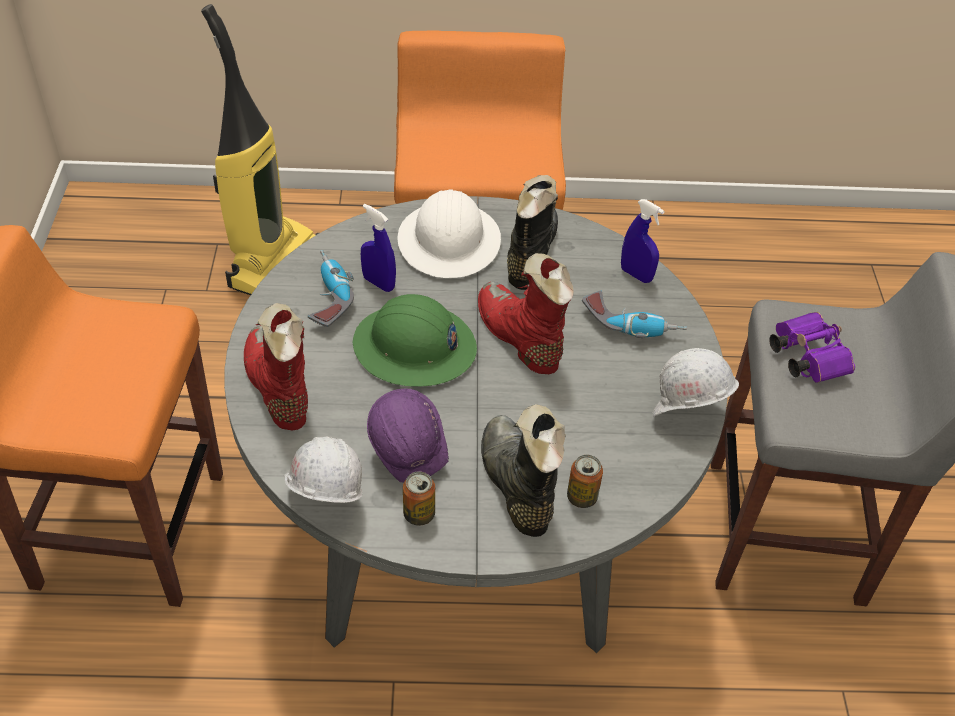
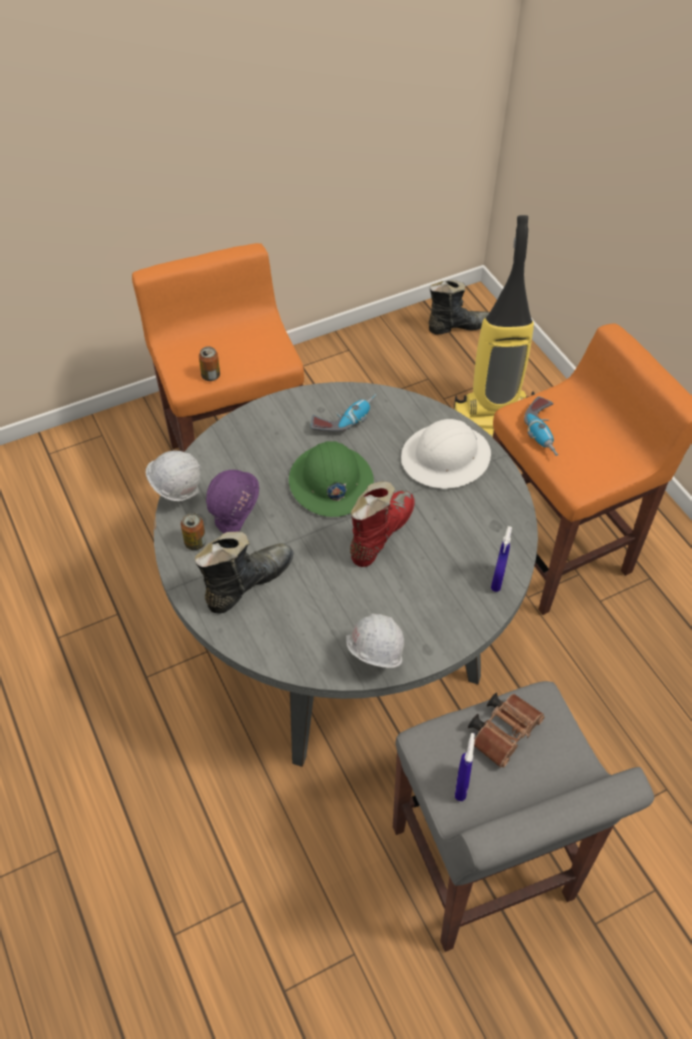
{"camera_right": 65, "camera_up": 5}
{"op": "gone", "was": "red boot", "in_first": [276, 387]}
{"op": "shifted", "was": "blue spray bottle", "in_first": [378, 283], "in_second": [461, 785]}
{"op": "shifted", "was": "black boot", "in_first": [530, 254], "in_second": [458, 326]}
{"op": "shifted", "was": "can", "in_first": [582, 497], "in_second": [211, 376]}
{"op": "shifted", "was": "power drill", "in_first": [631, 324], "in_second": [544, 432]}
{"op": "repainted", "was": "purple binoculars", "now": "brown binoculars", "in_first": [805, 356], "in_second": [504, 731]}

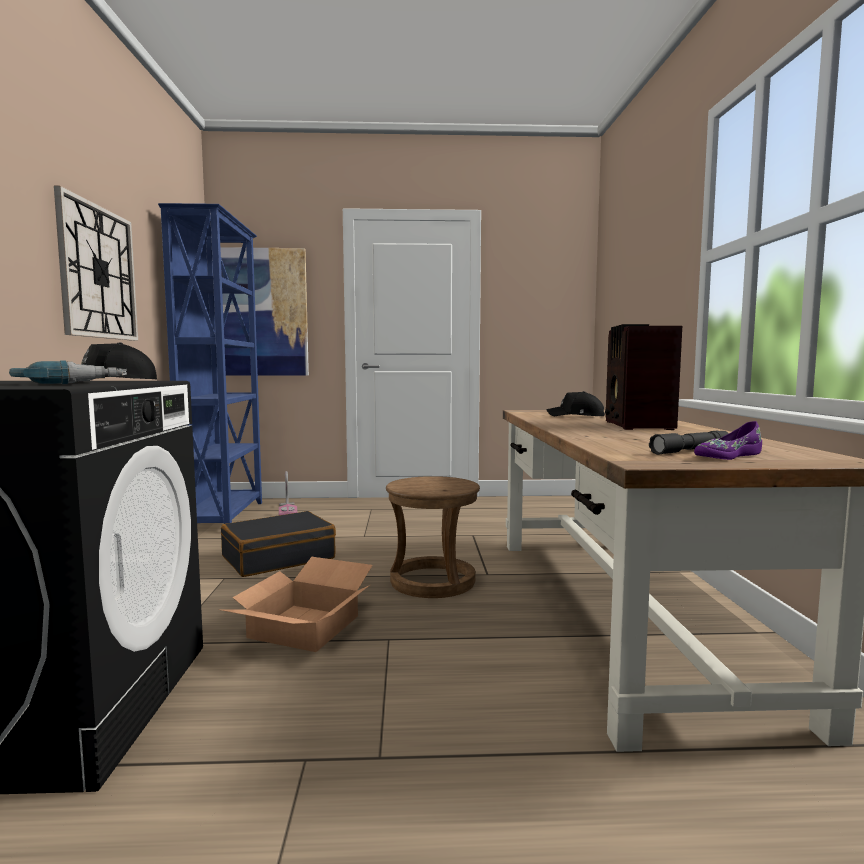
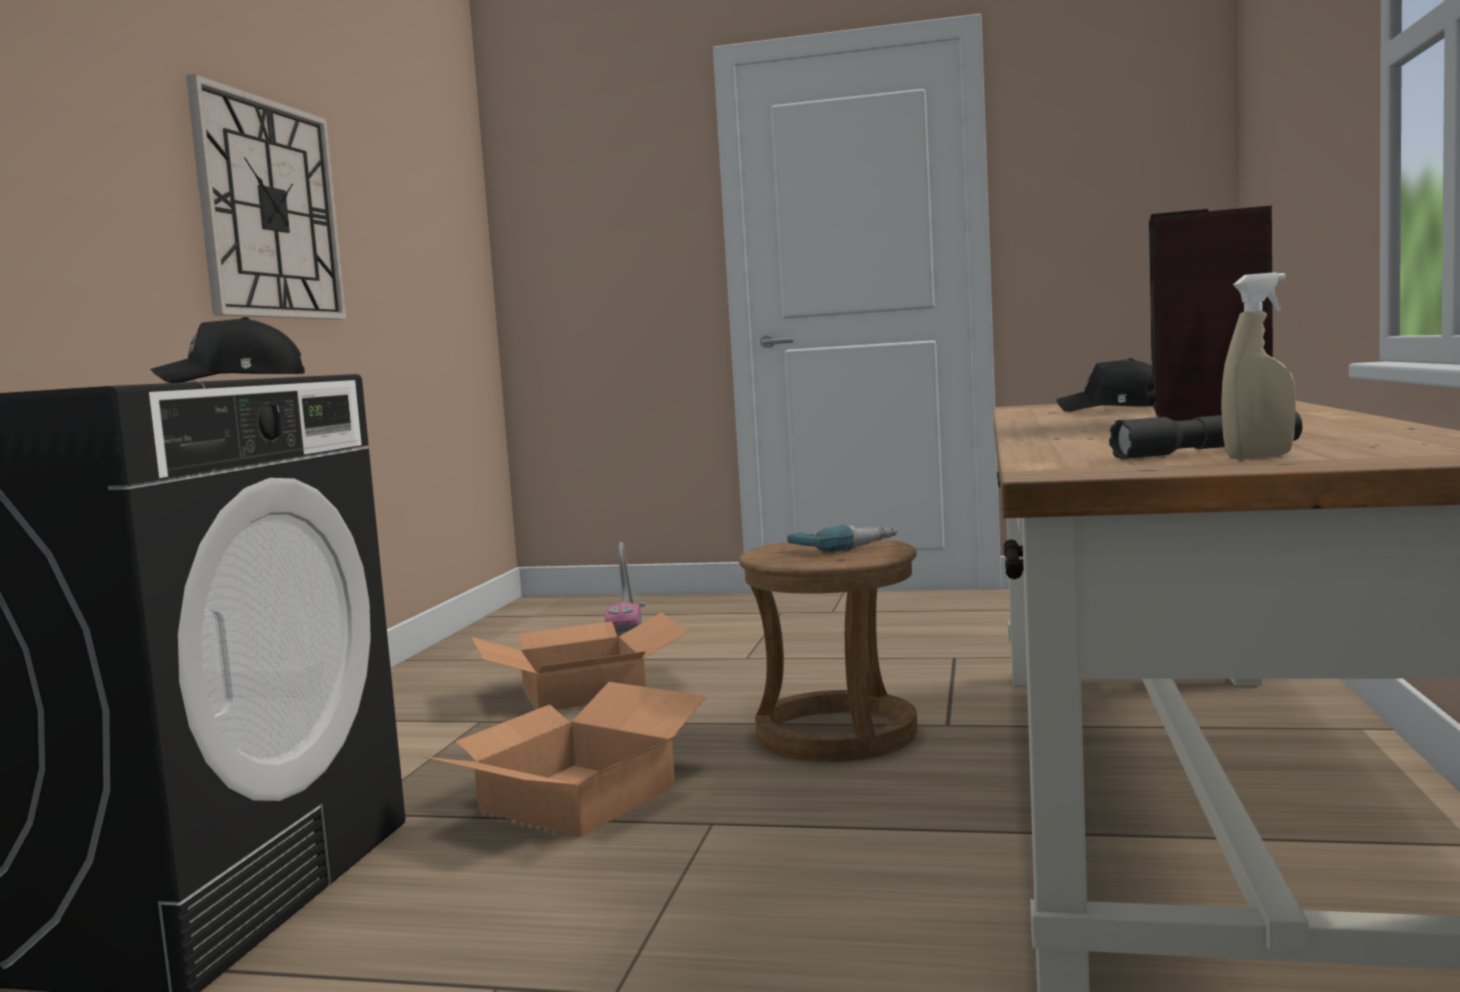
{"camera_right": 15, "camera_up": 0}
{"op": "gone", "was": "blue bookcase", "in_first": [225, 516]}
{"op": "gone", "was": "picture", "in_first": [265, 312]}
{"op": "shifted", "was": "power drill", "in_first": [69, 383], "in_second": [842, 547]}
{"op": "swapped", "was": "black suitcase", "now": "cardboard box", "in_first": [278, 557], "in_second": [581, 691]}
{"op": "swapped", "was": "purple shoe", "now": "beige spray bottle", "in_first": [726, 456], "in_second": [1259, 456]}

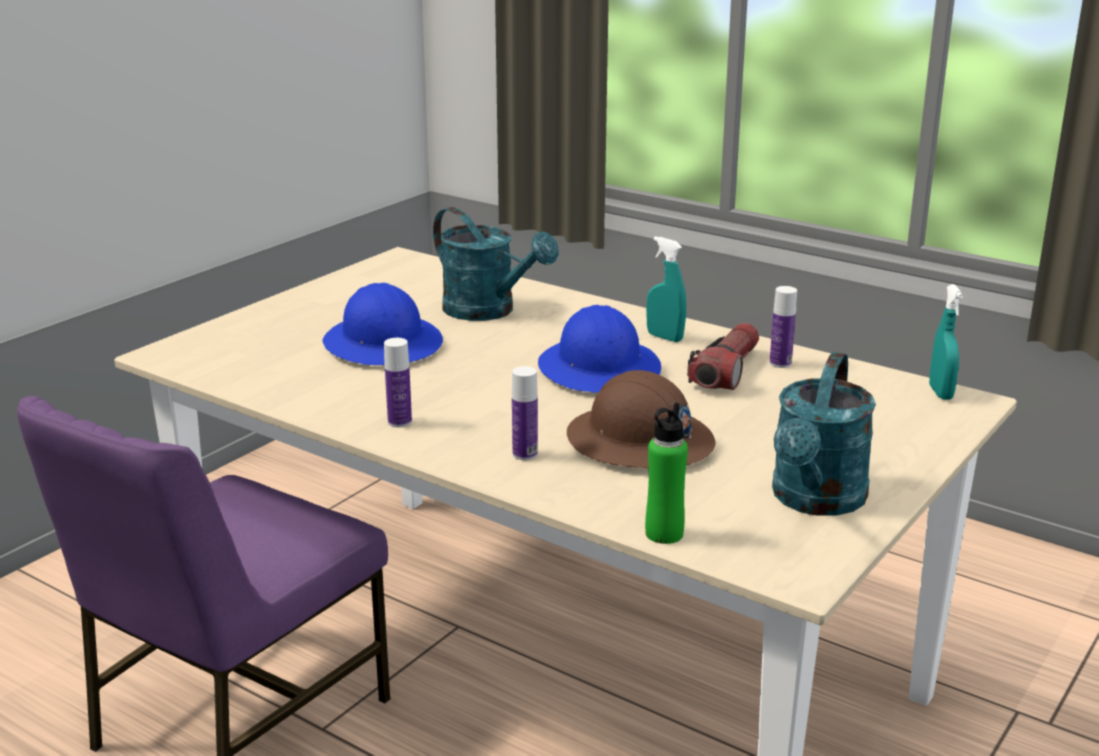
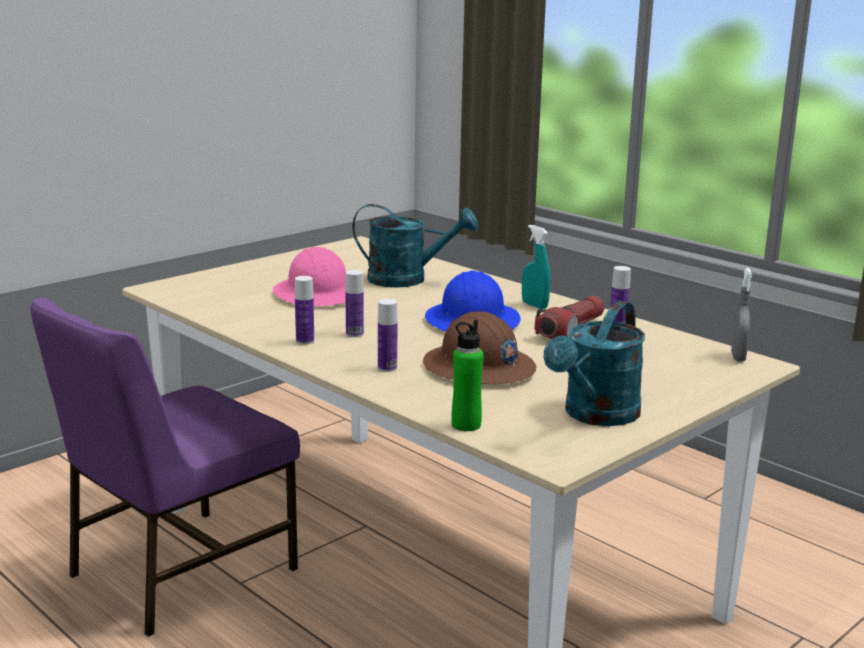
{"camera_right": 10, "camera_up": -5}
{"op": "new", "now": "bottle", "in_second": [354, 334]}
{"op": "repainted", "was": "blue hard hat", "now": "pink hard hat", "in_first": [383, 344], "in_second": [318, 294]}
{"op": "repainted", "was": "turquoise spray bottle", "now": "grey spray bottle", "in_first": [940, 393], "in_second": [738, 357]}
{"op": "rotated", "was": "turquoise watering can", "in_first": [489, 311], "in_second": [408, 280], "clockwise": -45}

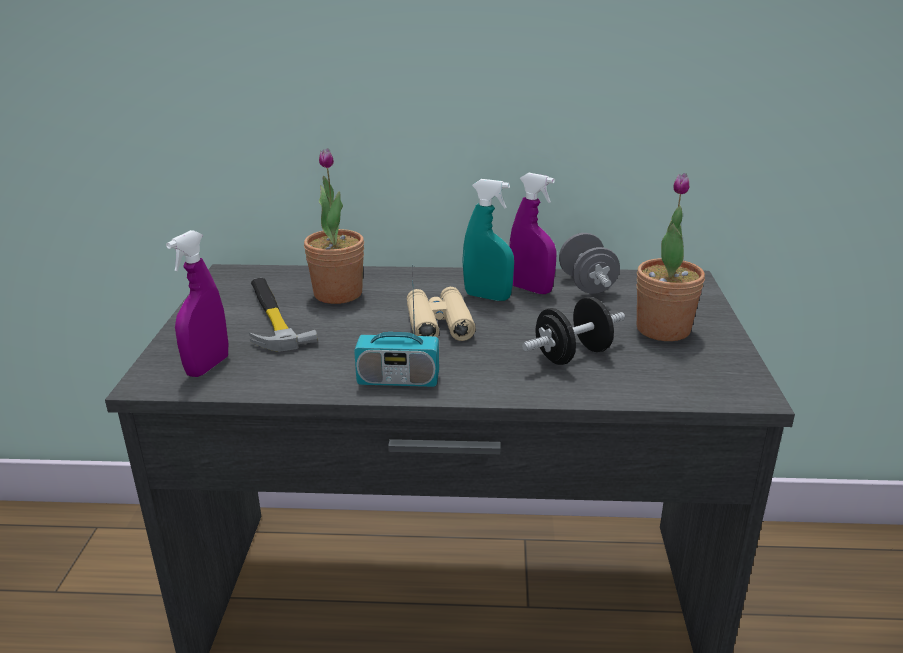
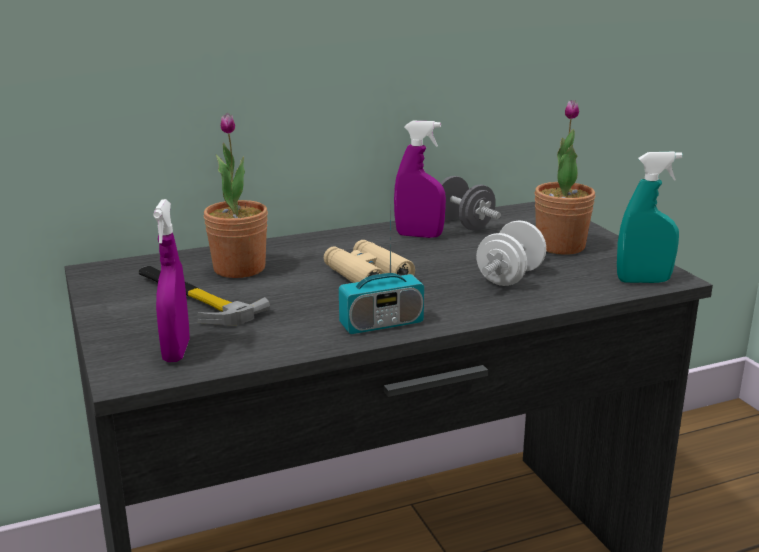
{"camera_right": -25, "camera_up": -5}
{"op": "shifted", "was": "turquoise spray bottle", "in_first": [487, 297], "in_second": [643, 281]}
{"op": "repainted", "was": "black dumbbell", "now": "white dumbbell", "in_first": [572, 355], "in_second": [510, 277]}

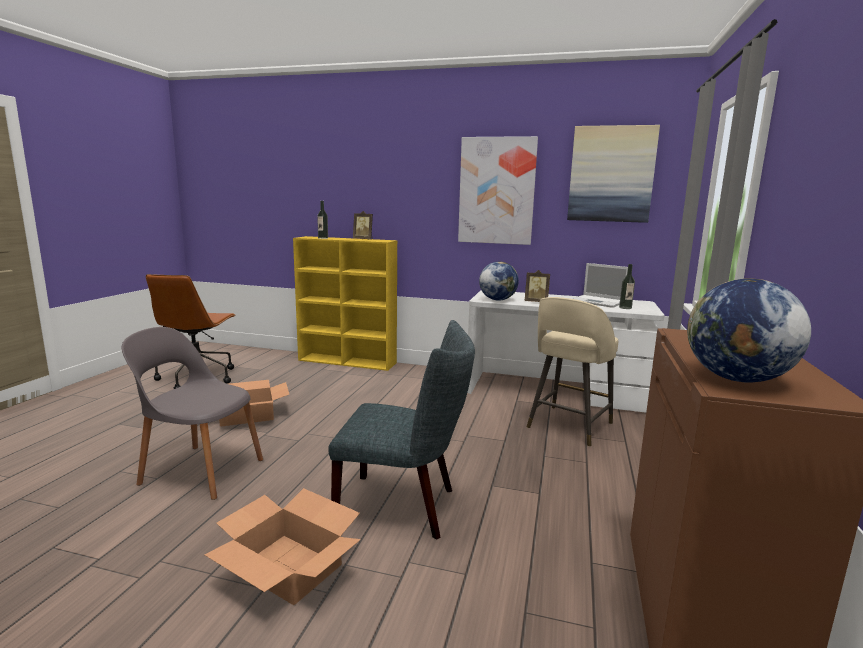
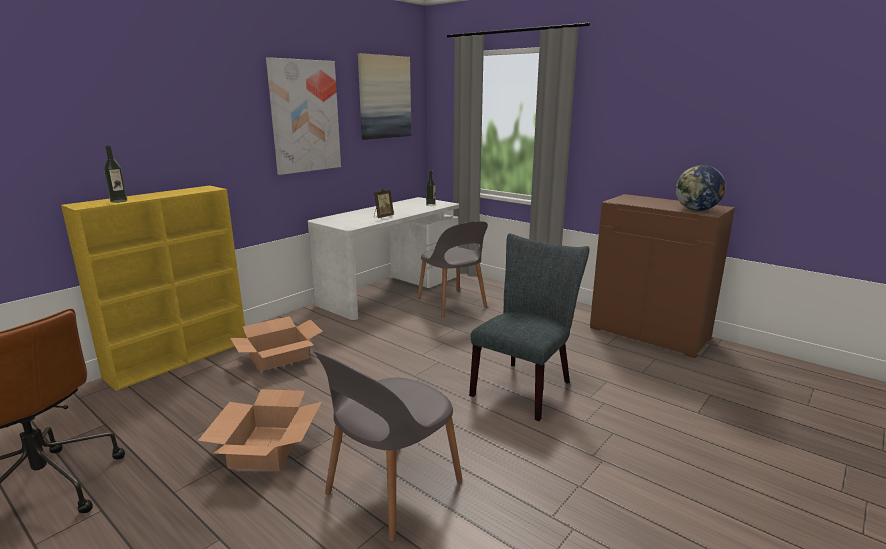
{"camera_right": -65, "camera_up": 5}
{"op": "gone", "was": "picture frame", "in_first": [363, 239]}
{"op": "gone", "was": "globe", "in_first": [497, 300]}
{"op": "gone", "was": "laptop", "in_first": [598, 302]}
{"op": "shifted", "was": "cardboard box", "in_first": [288, 567], "in_second": [279, 357]}
{"op": "swapped", "was": "beige stool", "now": "grey chair", "in_first": [568, 426], "in_second": [452, 303]}

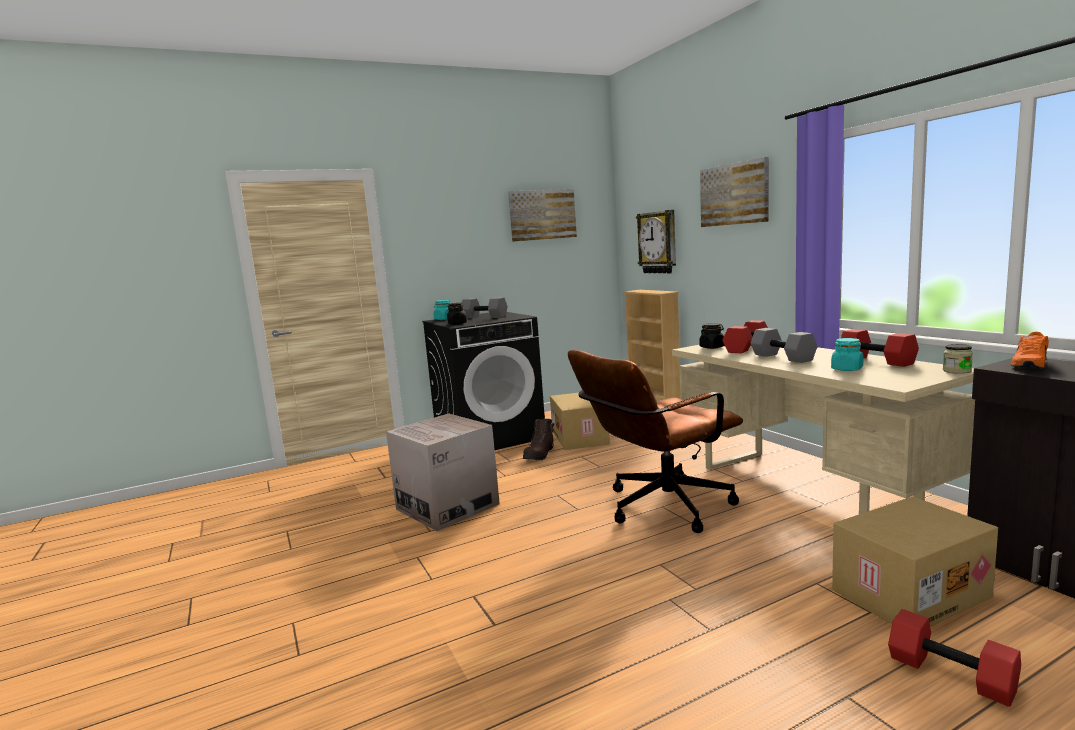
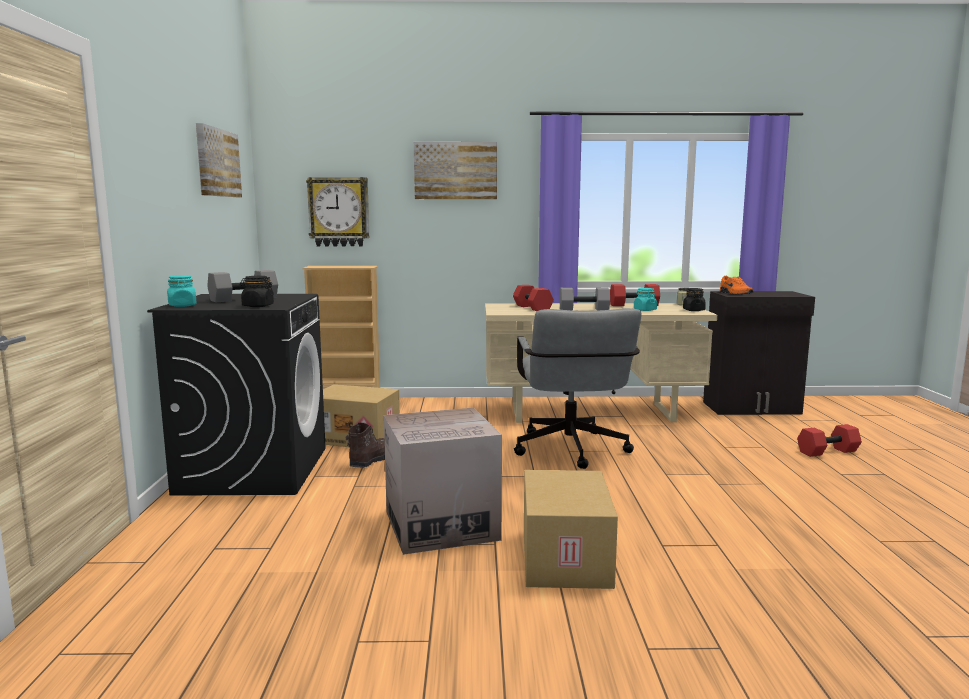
{"camera_right": -65, "camera_up": 0}
{"op": "shifted", "was": "black jar", "in_first": [712, 347], "in_second": [693, 310]}
{"op": "shifted", "was": "cardboard box", "in_first": [909, 592], "in_second": [563, 557]}
{"op": "repainted", "was": "brown office chair", "now": "grey office chair", "in_first": [658, 508], "in_second": [572, 452]}
{"op": "rotated", "was": "brown boot", "in_first": [540, 455], "in_second": [370, 461], "clockwise": -120}

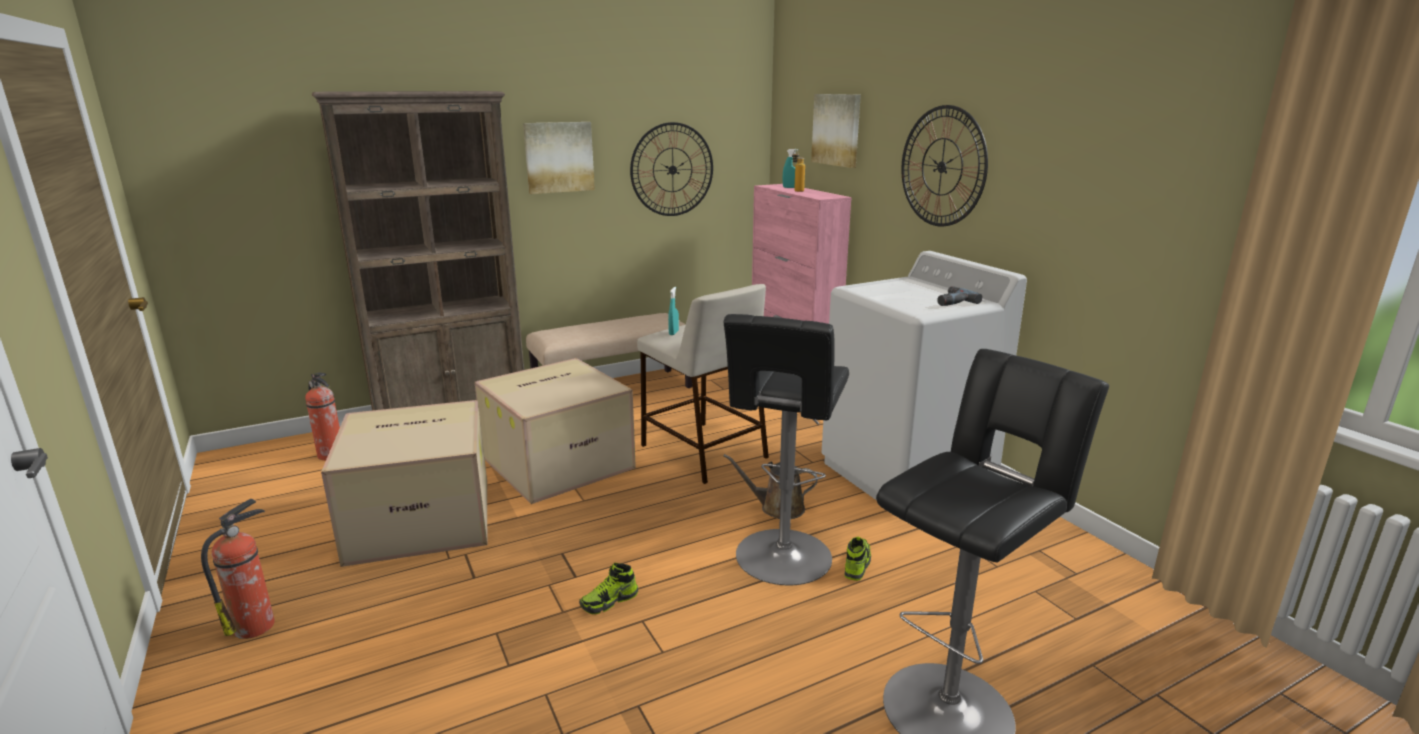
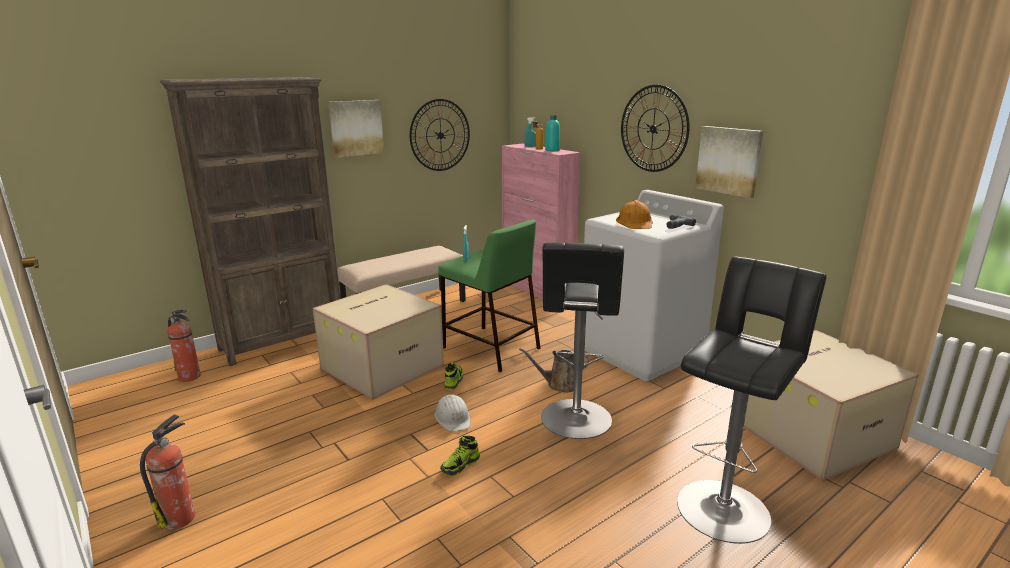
{"camera_right": -10, "camera_up": 0}
{"op": "new", "now": "white hard hat", "in_second": [453, 418]}
{"op": "new", "now": "turquoise bottle", "in_second": [552, 150]}
{"op": "new", "now": "orange hard hat", "in_second": [635, 222]}
{"op": "shifted", "was": "cardboard box", "in_first": [423, 518], "in_second": [811, 432]}
{"op": "shifted", "was": "picture", "in_first": [837, 129], "in_second": [729, 160]}
{"op": "shifted", "was": "shoe", "in_first": [857, 565], "in_second": [453, 381]}
{"op": "repainted", "was": "beige stool", "now": "green stool", "in_first": [702, 451], "in_second": [489, 348]}

